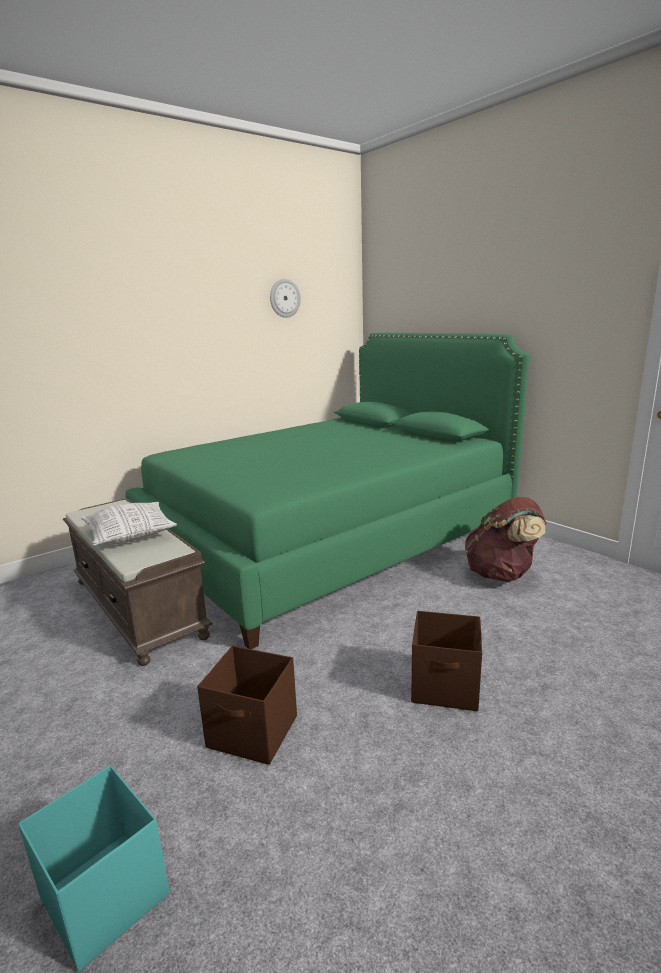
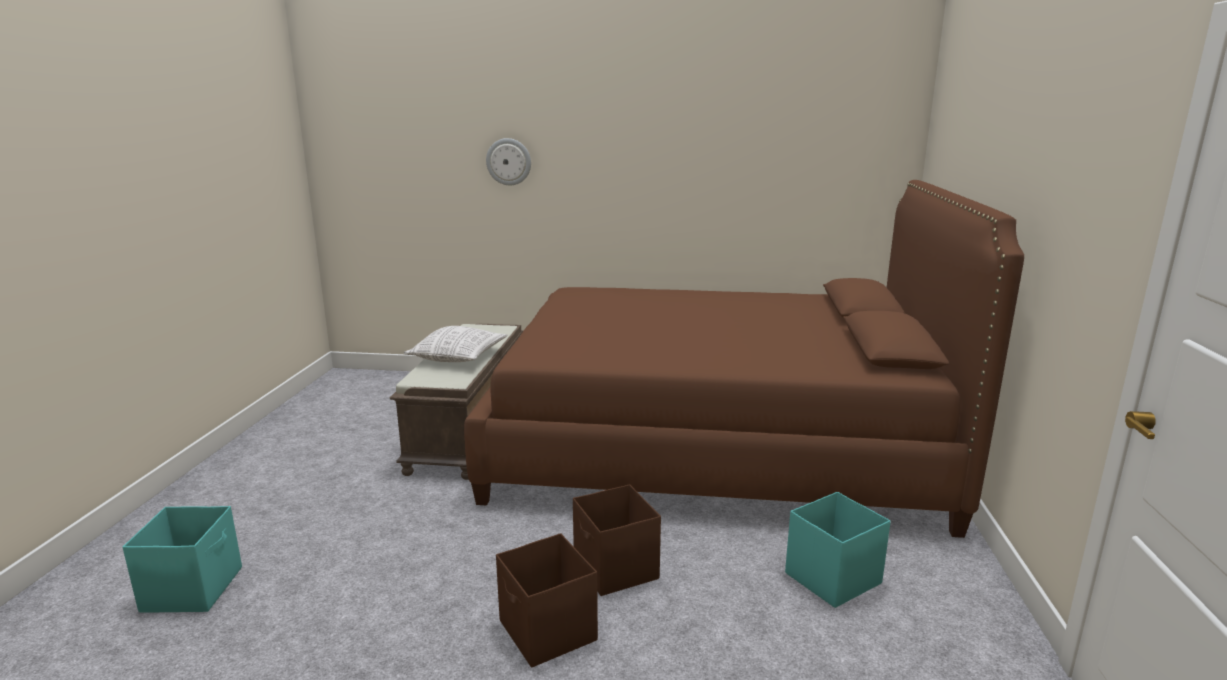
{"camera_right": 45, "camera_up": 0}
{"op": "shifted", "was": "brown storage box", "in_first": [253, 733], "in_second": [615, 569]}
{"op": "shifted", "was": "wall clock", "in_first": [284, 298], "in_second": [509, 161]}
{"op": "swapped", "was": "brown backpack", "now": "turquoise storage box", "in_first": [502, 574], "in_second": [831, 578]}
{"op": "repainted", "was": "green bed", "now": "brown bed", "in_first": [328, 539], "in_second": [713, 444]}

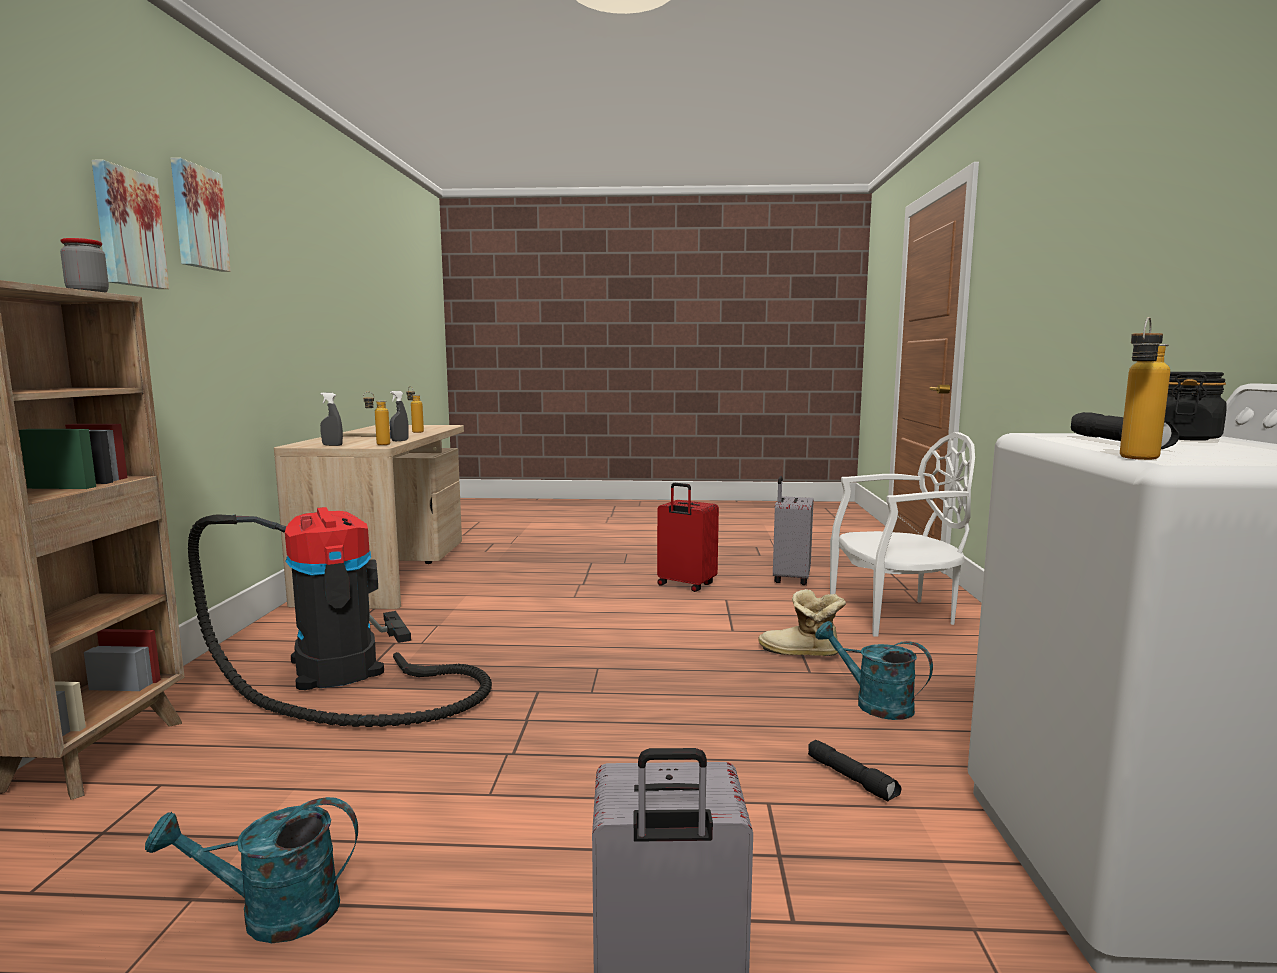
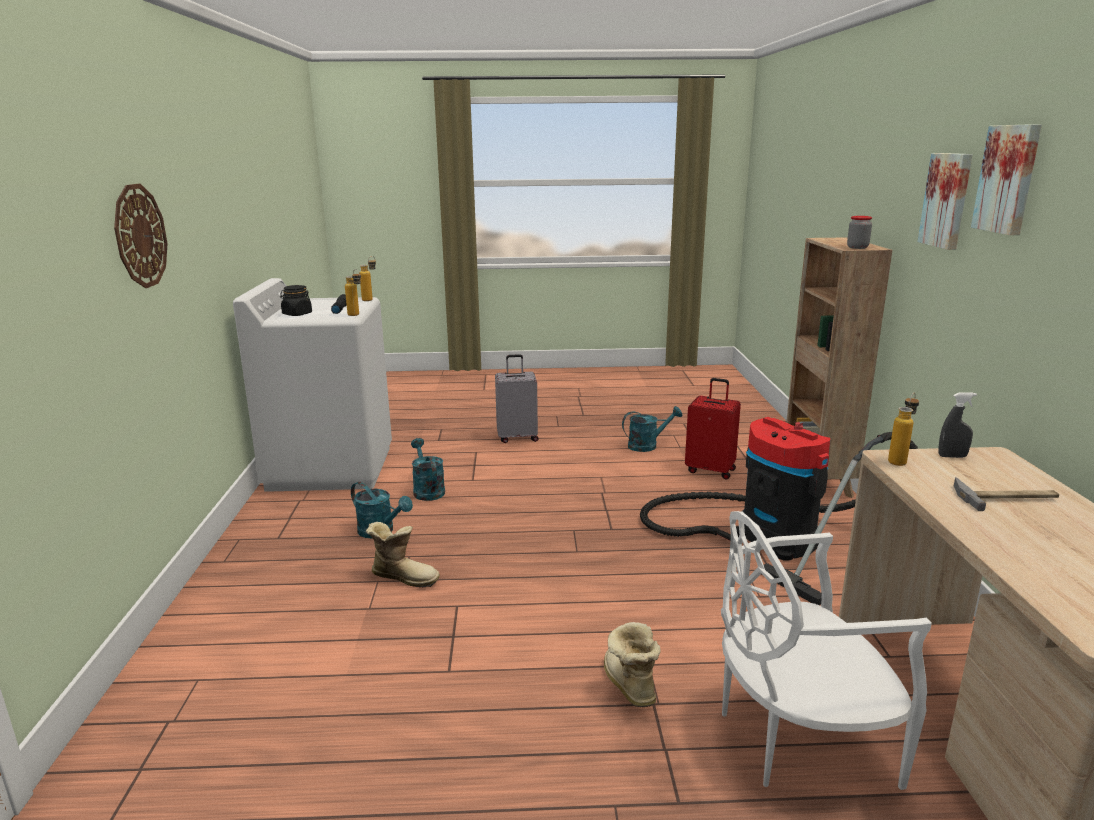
{"camera_right": 175, "camera_up": 10}
{"op": "gone", "was": "grey spray bottle", "in_first": [400, 441]}
{"op": "gone", "was": "grey suitcase", "in_first": [790, 579]}
{"op": "new", "now": "wall clock", "in_second": [140, 236]}
{"op": "new", "now": "boot", "in_second": [628, 685]}
{"op": "shifted", "was": "bottle", "in_first": [415, 432], "in_second": [356, 315]}
{"op": "shifted", "was": "red suitcase", "in_first": [685, 585], "in_second": [711, 470]}
{"op": "shifted", "was": "white chair", "in_first": [896, 614], "in_second": [797, 738]}
{"op": "swapped", "was": "black flashlight", "now": "turquoise watering can", "in_first": [852, 779], "in_second": [427, 490]}

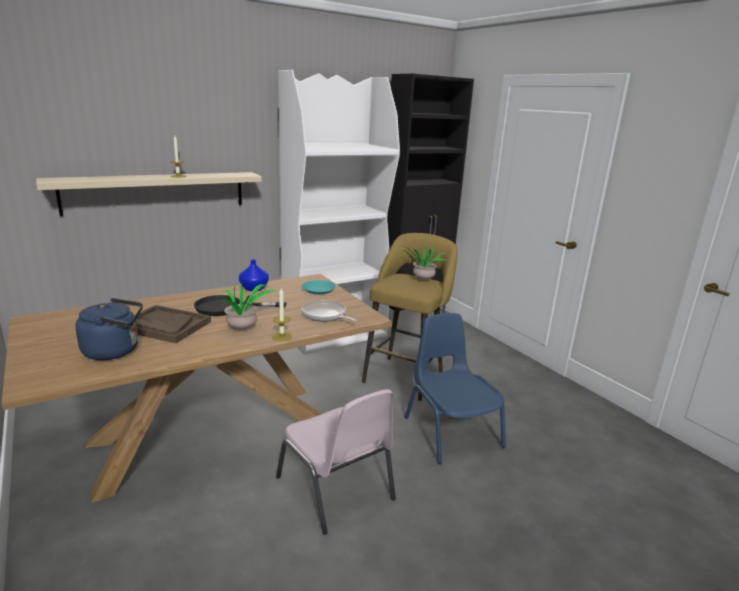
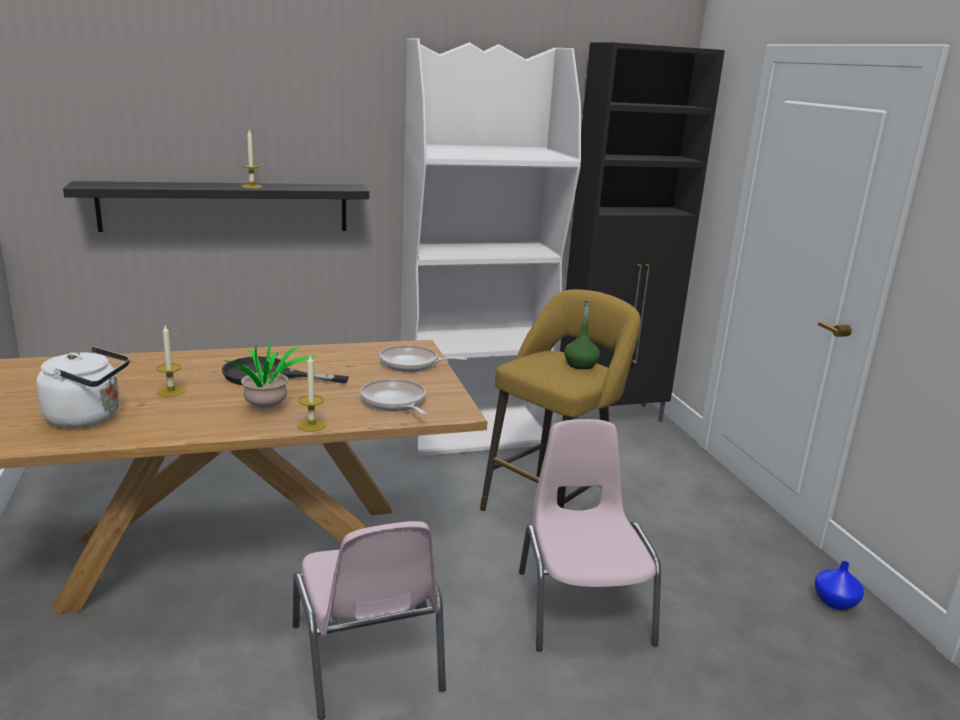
{"camera_right": 15, "camera_up": 0}
{"op": "shifted", "was": "blue vase", "in_first": [254, 288], "in_second": [836, 602]}
{"op": "swapped", "was": "brown tray", "now": "candle", "in_first": [165, 326], "in_second": [171, 391]}
{"op": "swapped", "was": "turquoise plate", "now": "frying pan", "in_first": [319, 290], "in_second": [412, 363]}
{"op": "swapped", "was": "potted plant", "now": "green bottle", "in_first": [422, 280], "in_second": [580, 364]}
{"op": "repainted", "was": "beige shelf", "now": "black shelf", "in_first": [156, 192], "in_second": [225, 207]}
{"op": "repainted", "was": "blue kettle", "now": "white kettle", "in_first": [115, 351], "in_second": [88, 417]}
{"op": "repainted", "was": "blue chair", "now": "pink chair", "in_first": [451, 431], "in_second": [582, 605]}

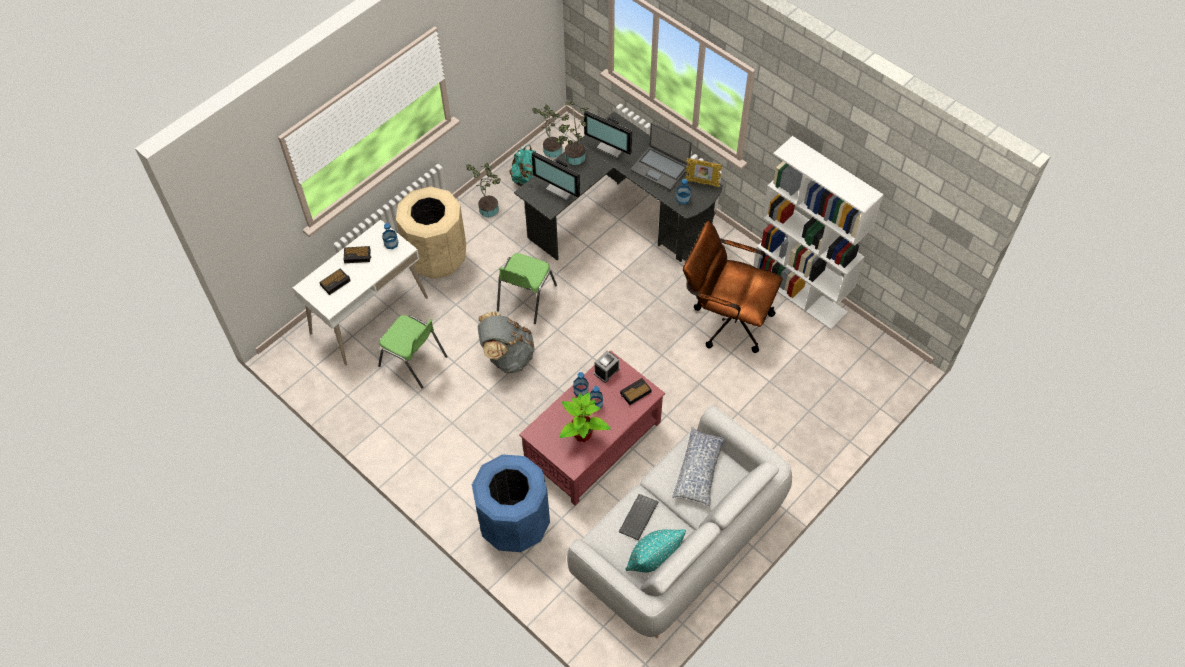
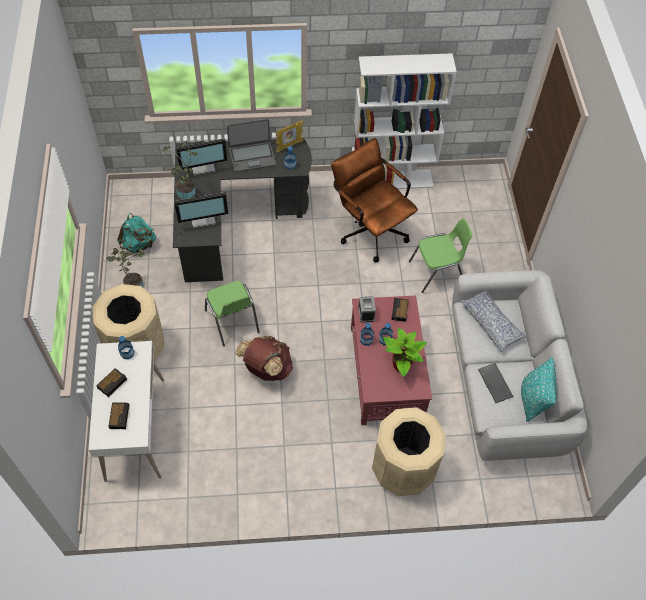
{"camera_right": -50, "camera_up": 0}
{"op": "gone", "was": "potted plant", "in_first": [552, 148]}
{"op": "shifted", "was": "green chair", "in_first": [414, 361], "in_second": [437, 272]}
{"op": "repainted", "was": "blue trash can", "now": "beige trash can", "in_first": [515, 524], "in_second": [403, 469]}
{"op": "repainted", "was": "grey backpack", "now": "brown backpack", "in_first": [507, 356], "in_second": [266, 369]}
{"op": "rotated", "was": "brown office chair", "in_first": [726, 318], "in_second": [370, 229], "clockwise": 75}

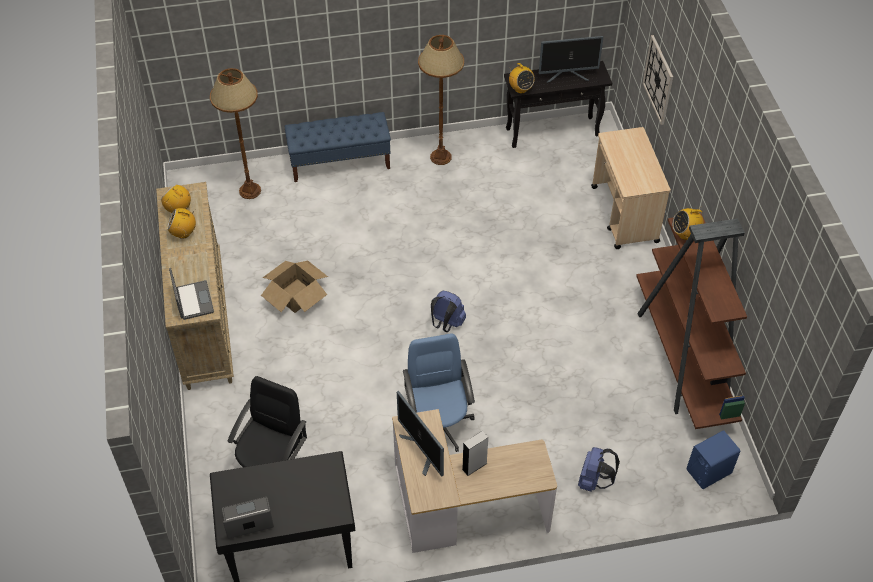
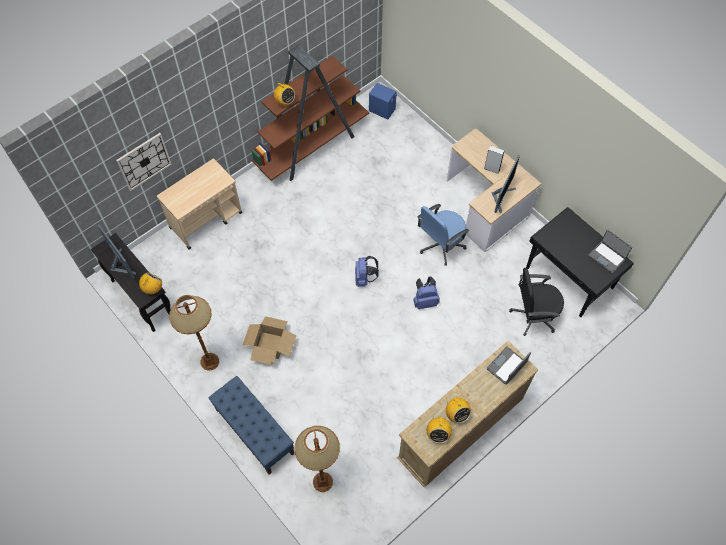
{"camera_right": -120, "camera_up": 10}
{"op": "shifted", "was": "cardboard box", "in_first": [295, 295], "in_second": [270, 345]}
{"op": "shifted", "was": "blue backpack", "in_first": [594, 481], "in_second": [425, 301]}

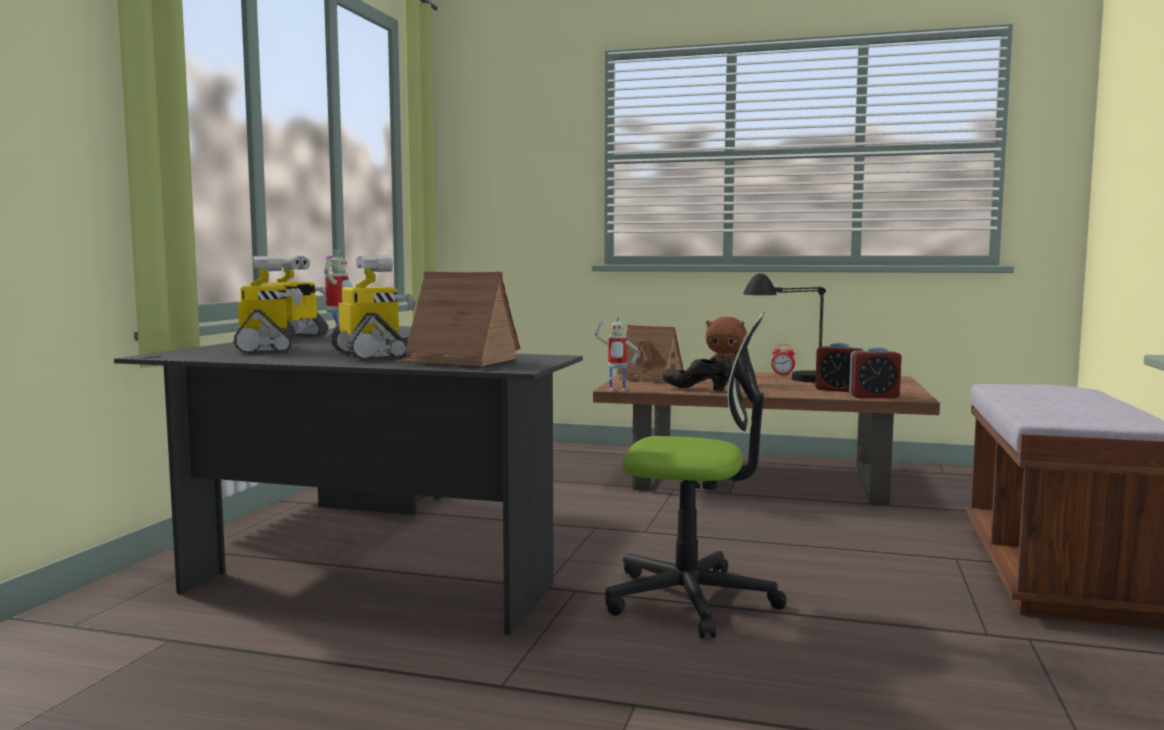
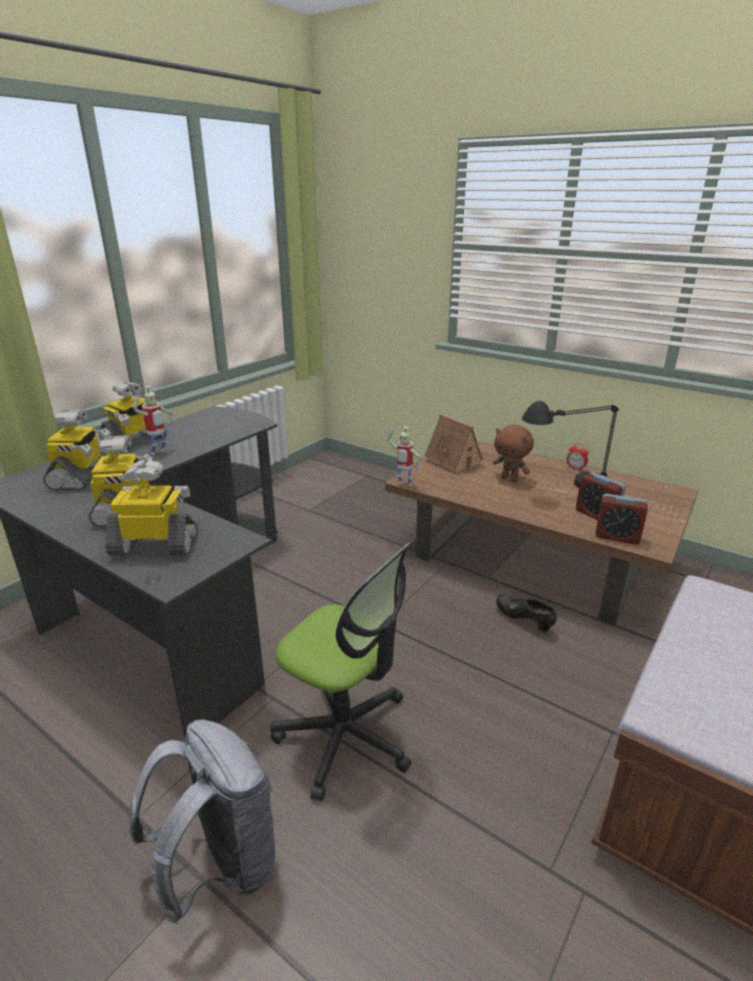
{"camera_right": 20, "camera_up": 20}
{"op": "new", "now": "grey backpack", "in_second": [220, 866]}
{"op": "shifted", "was": "black shoe", "in_first": [696, 389], "in_second": [524, 621]}
{"op": "swapped", "was": "toy house", "now": "toy robot", "in_first": [458, 360], "in_second": [156, 545]}

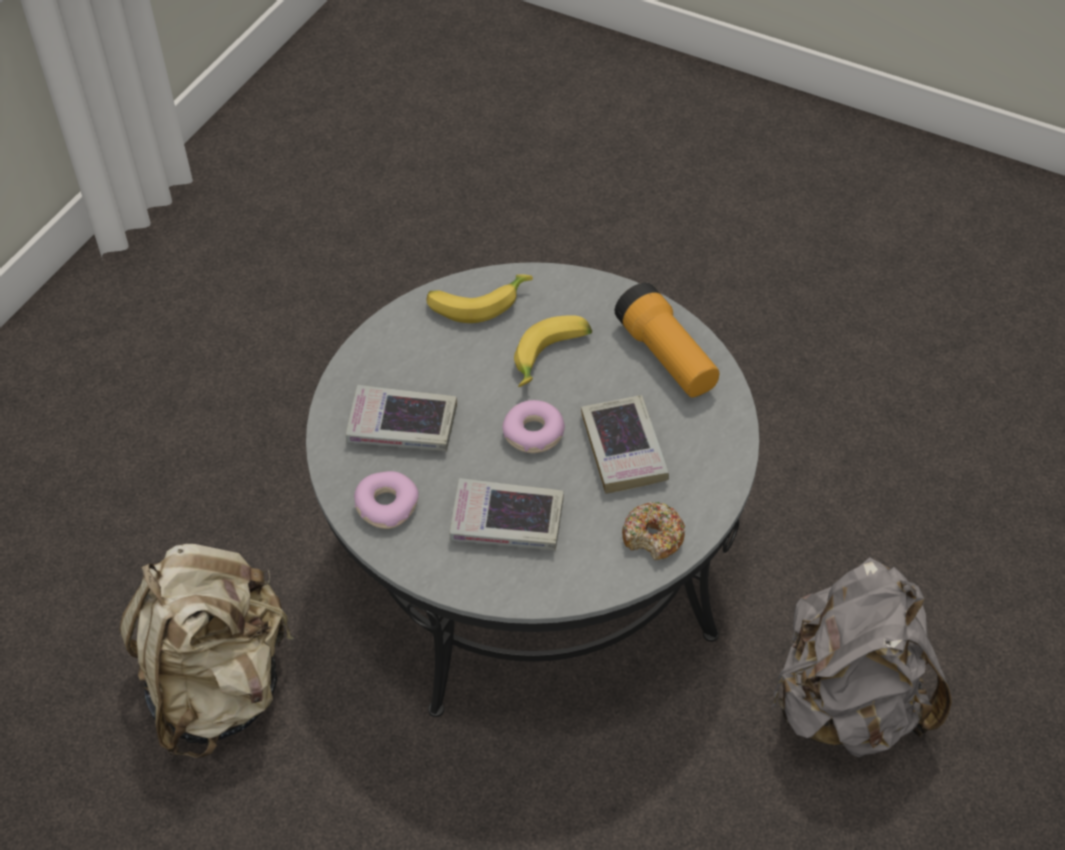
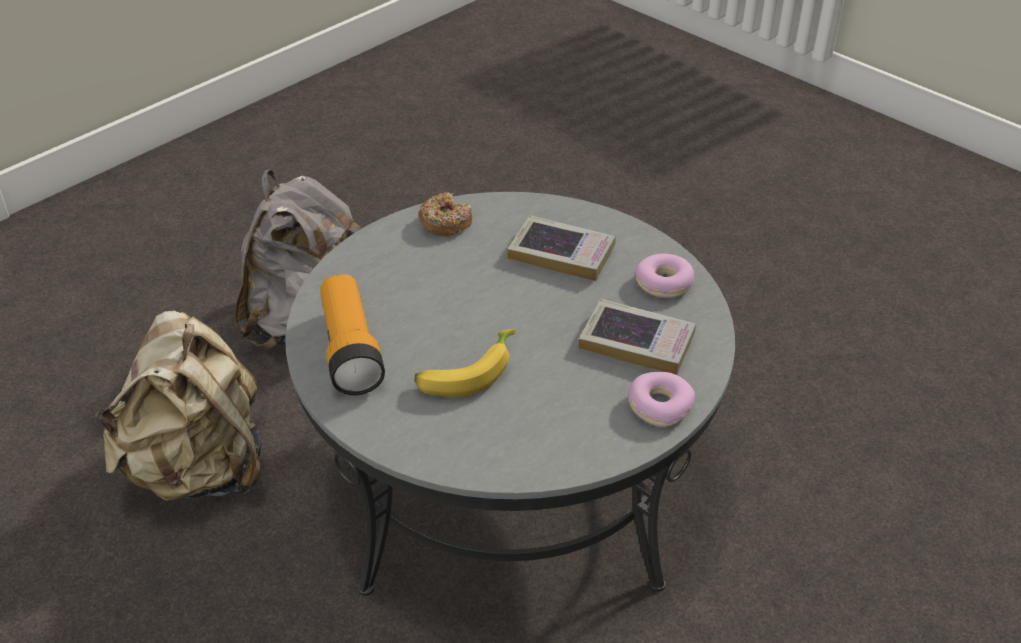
{"camera_right": -165, "camera_up": -10}
{"op": "gone", "was": "banana", "in_first": [477, 302]}
{"op": "gone", "was": "book", "in_first": [624, 449]}
{"op": "shifted", "was": "beige backpack", "in_first": [219, 686], "in_second": [198, 469]}
{"op": "shifted", "was": "donut", "in_first": [533, 433], "in_second": [659, 406]}

